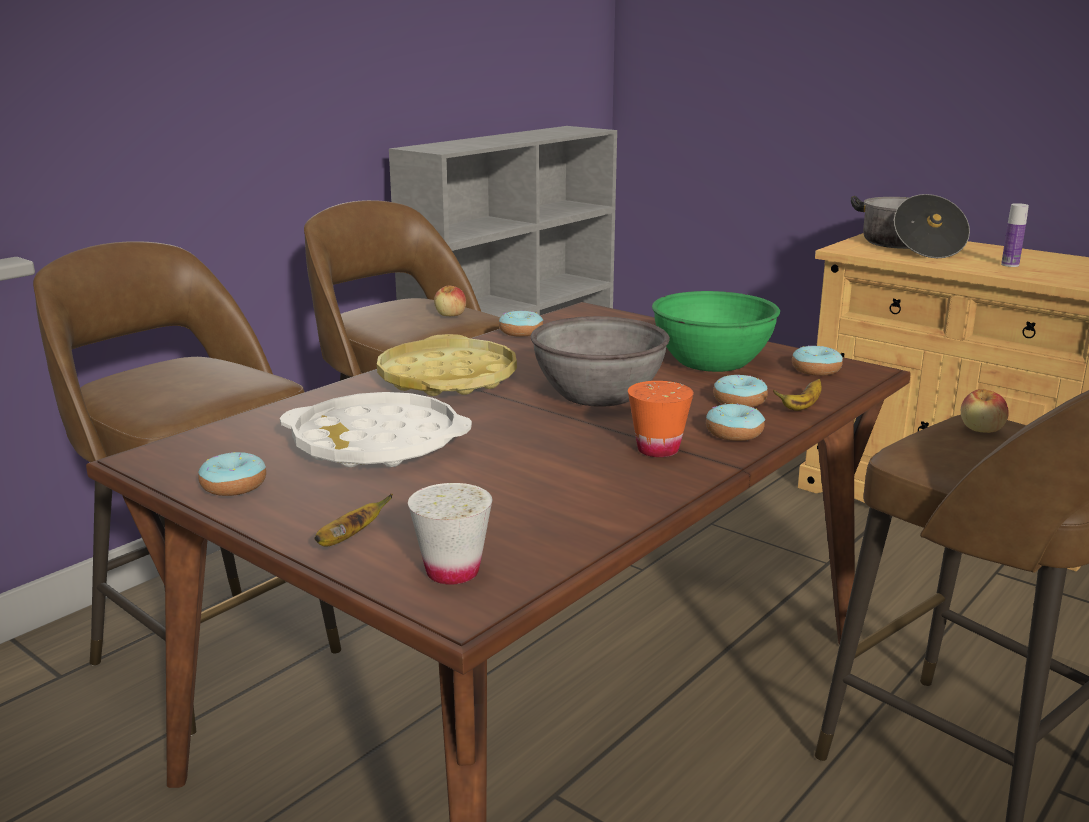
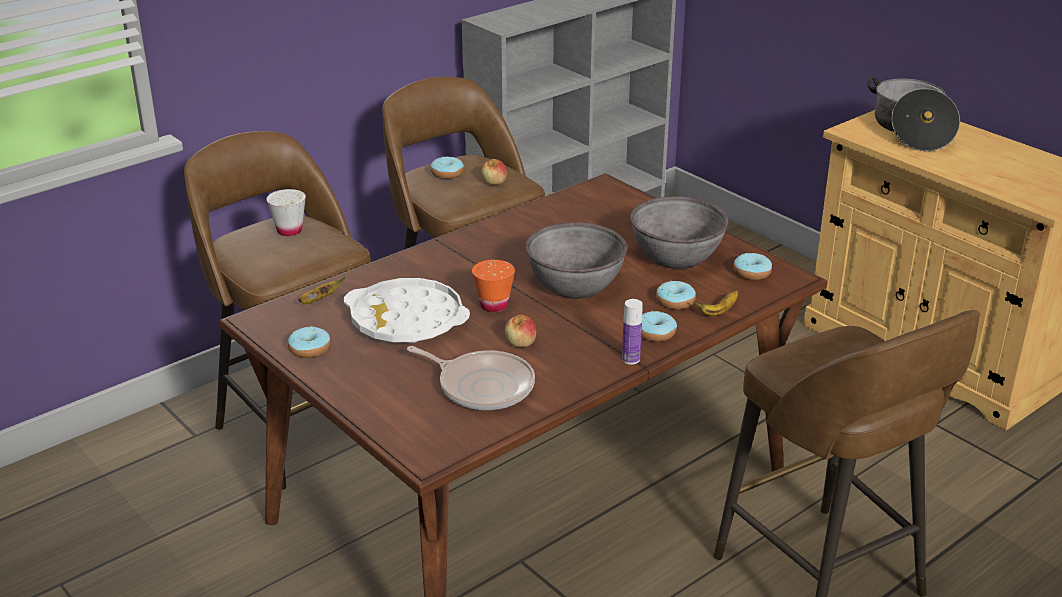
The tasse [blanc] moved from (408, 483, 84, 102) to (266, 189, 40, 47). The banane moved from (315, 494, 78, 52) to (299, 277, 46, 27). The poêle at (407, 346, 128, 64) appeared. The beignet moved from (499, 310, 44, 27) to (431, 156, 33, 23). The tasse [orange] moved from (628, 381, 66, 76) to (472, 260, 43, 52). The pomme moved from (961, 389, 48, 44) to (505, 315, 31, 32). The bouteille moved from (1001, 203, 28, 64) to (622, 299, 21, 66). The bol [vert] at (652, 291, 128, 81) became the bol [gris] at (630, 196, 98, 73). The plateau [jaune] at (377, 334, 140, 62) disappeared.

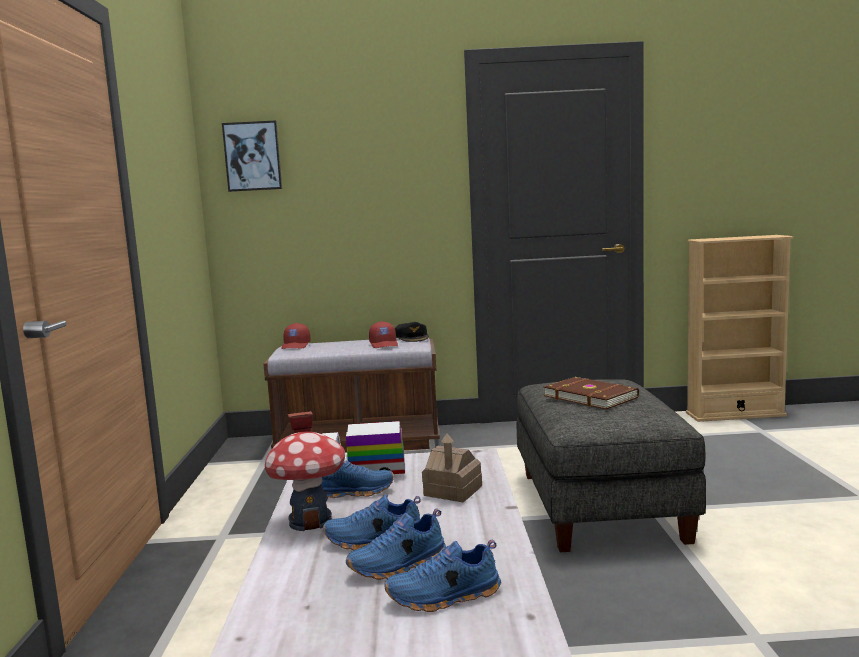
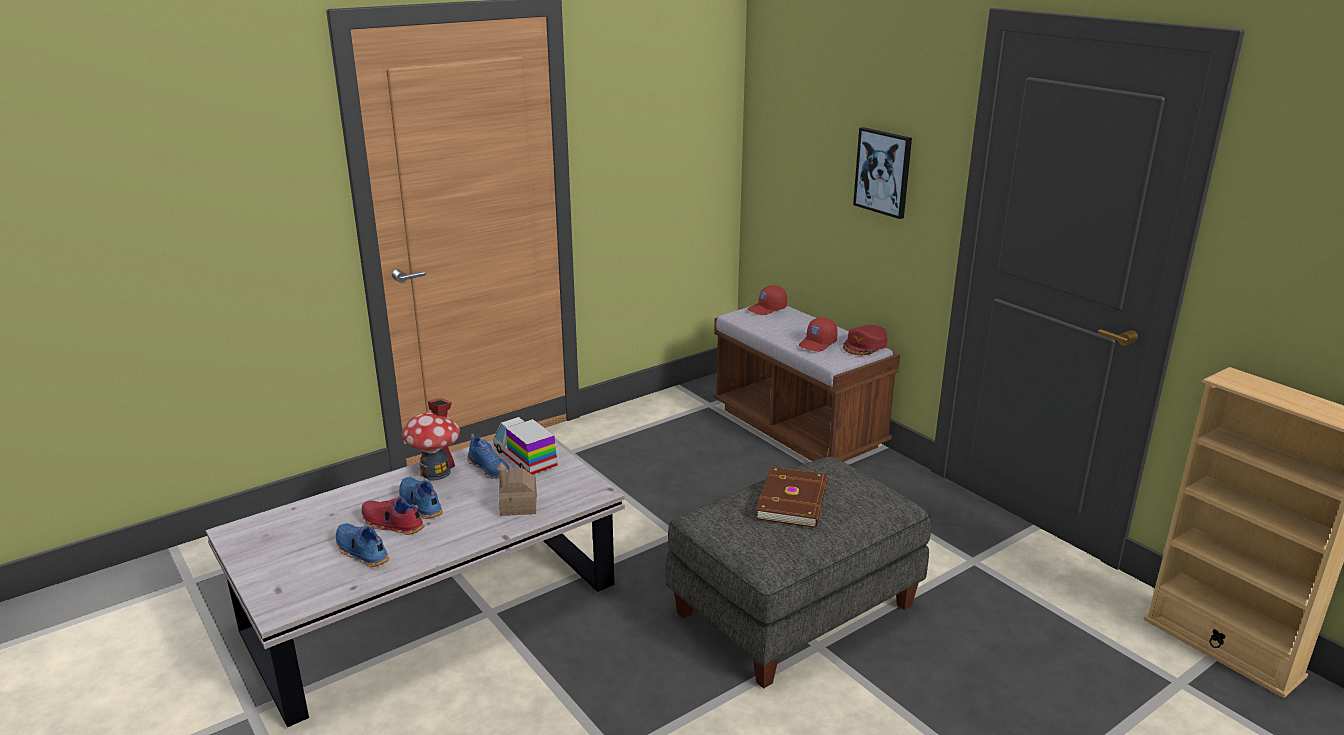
The chaussure [bleu] at (346, 509, 100, 71) became the chaussure [rouge] at (362, 497, 62, 38). The casquette [noir] at (395, 322, 34, 20) became the casquette [rouge] at (843, 325, 44, 30). The tableau moved from (222, 120, 60, 72) to (853, 127, 59, 92).

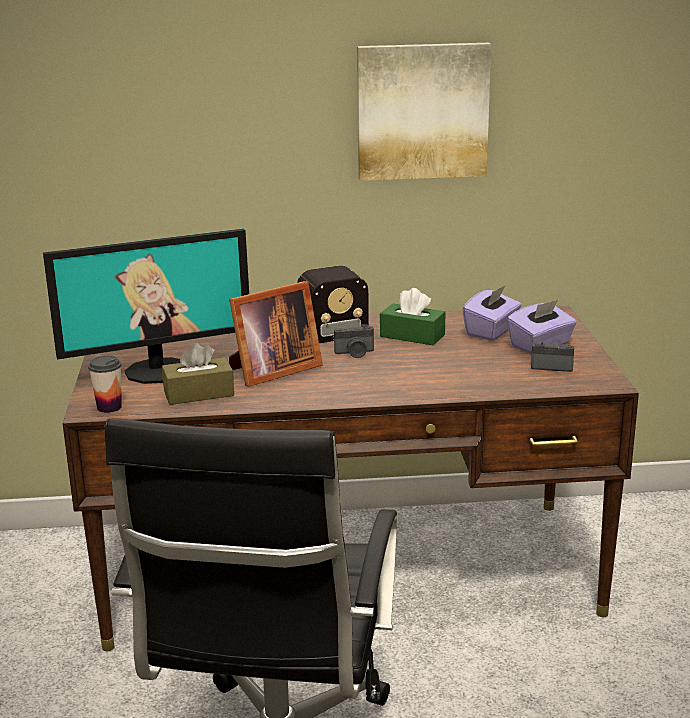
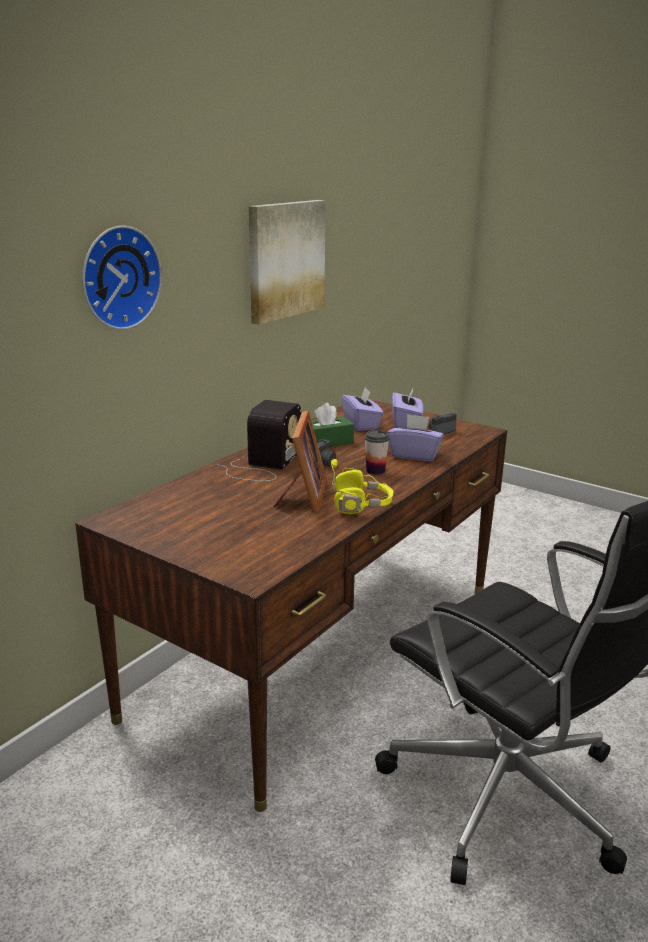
The horloge murale at (82, 226, 80, 104) appeared. The casque audio [jaune] at (331, 459, 63, 55) appeared. The tasse moved from (88, 355, 34, 58) to (364, 430, 26, 45). The boîte à mouchoirs [violet] at (388, 414, 56, 47) appeared. The écran d'ordinateur at (43, 229, 206, 155) disappeared. The boîte à mouchoirs [marron] at (162, 343, 72, 62) disappeared.

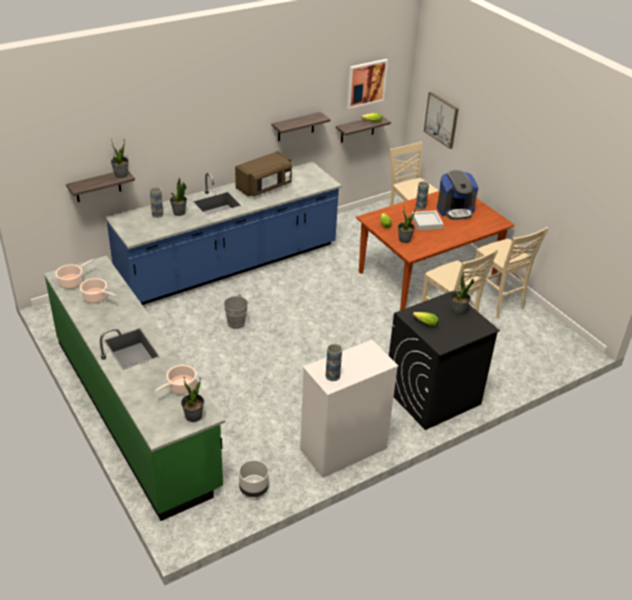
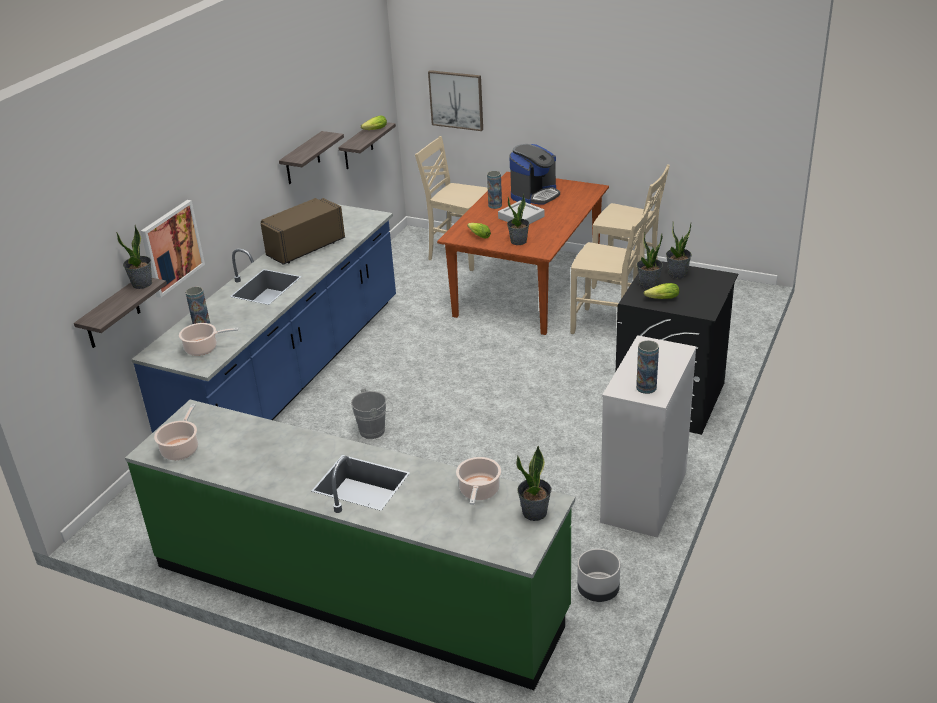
The tableau moved from (347, 59, 41, 50) to (141, 200, 64, 98). The marmite moved from (80, 278, 37, 25) to (179, 323, 60, 33). The micro-ondes [marron] at (235, 151, 57, 46) turned 150 degrees counterclockwise. The plante en pot moved from (170, 177, 17, 39) to (637, 231, 26, 58).

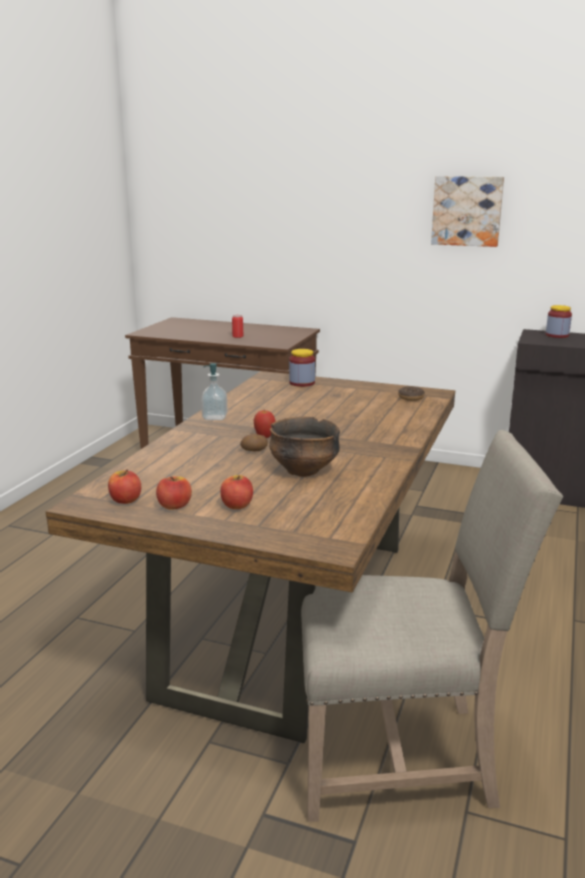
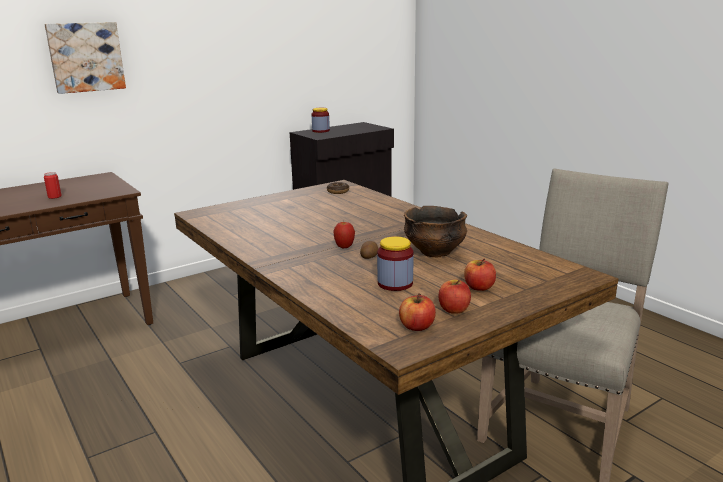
The tableau moved from (431, 176, 73, 71) to (45, 22, 81, 72). The bocal moved from (289, 349, 26, 38) to (377, 236, 37, 55). The distributeur de savon at (201, 363, 26, 57) disappeared.

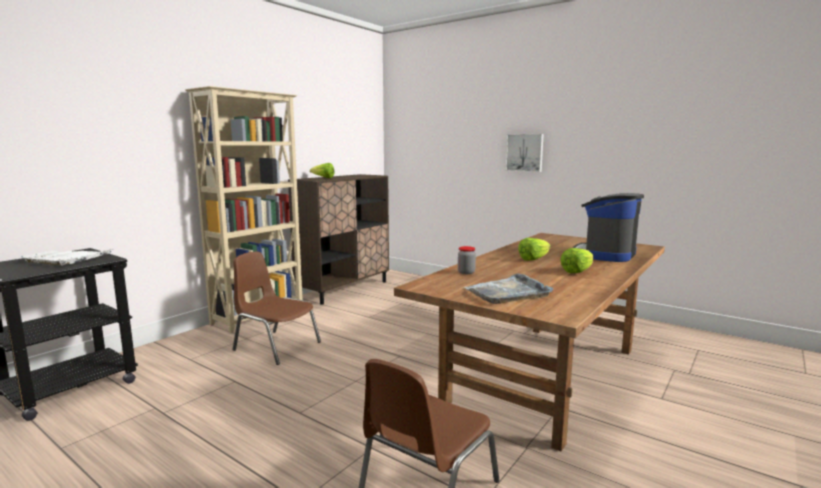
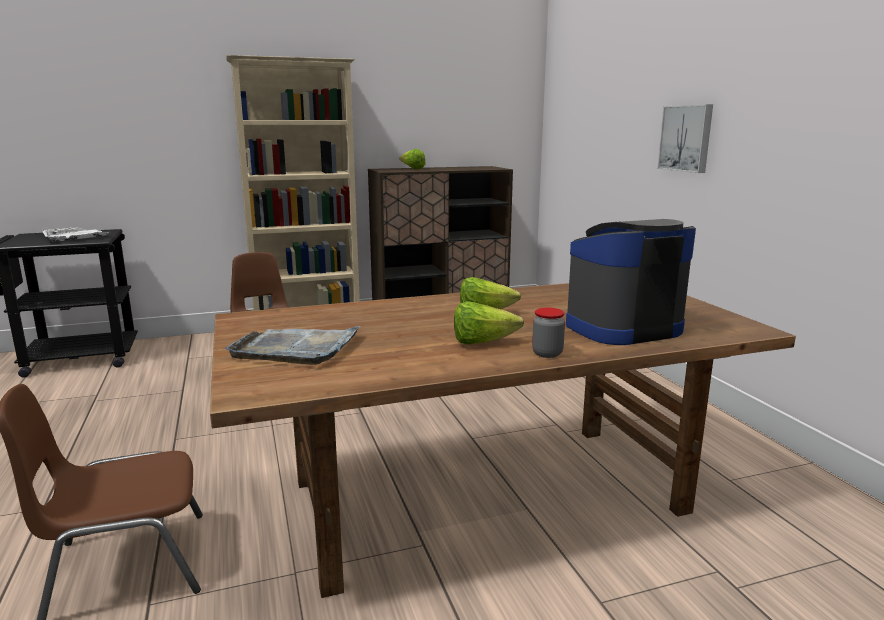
The bocal moved from (458, 246, 18, 28) to (532, 307, 33, 51).

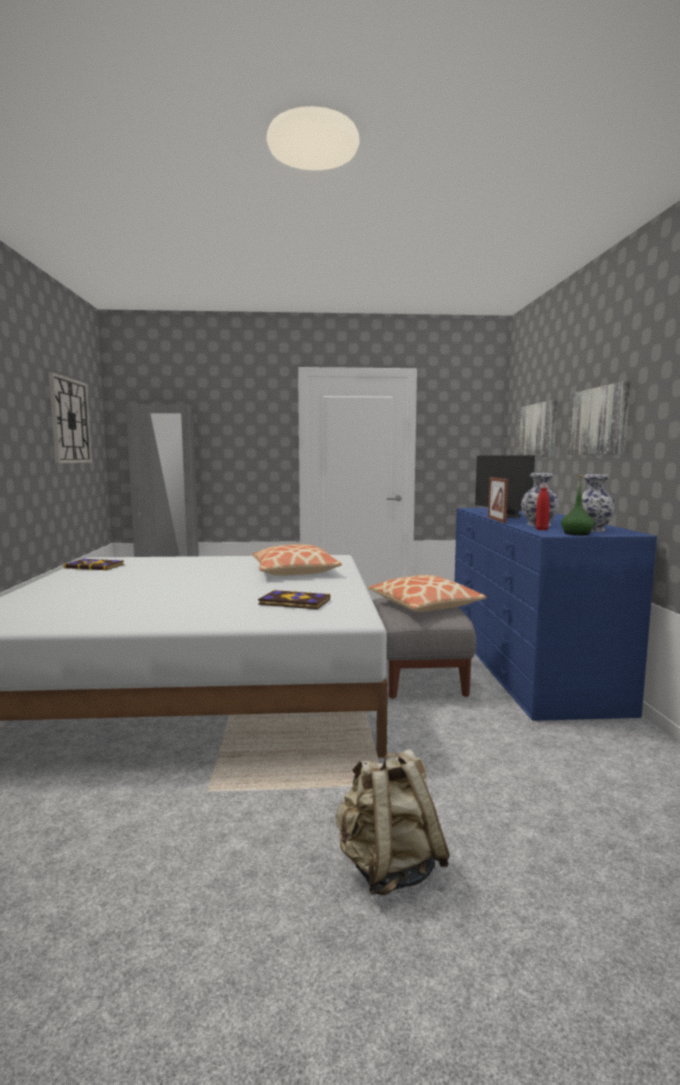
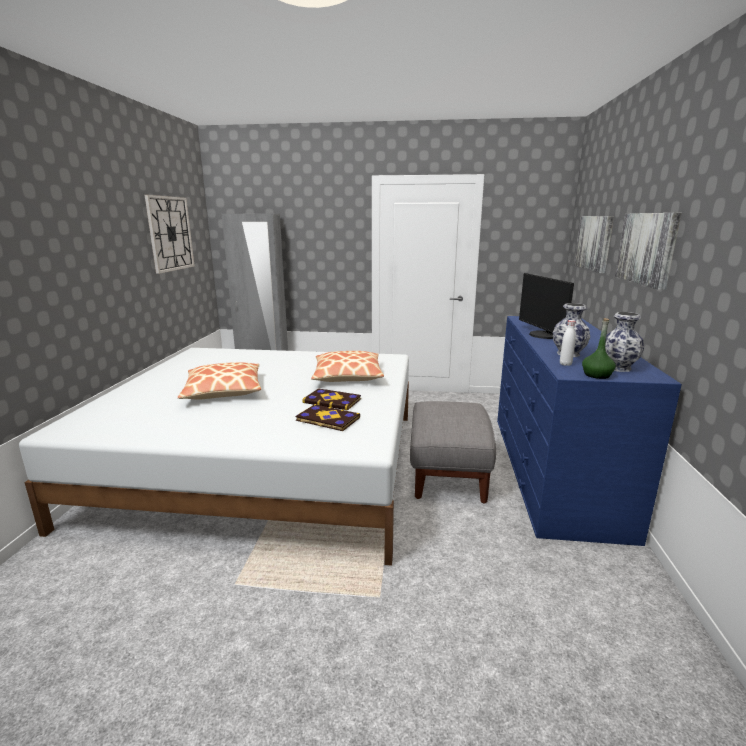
The coussin moved from (368, 575, 119, 37) to (178, 362, 83, 37). The livre moved from (63, 558, 61, 12) to (303, 388, 58, 22). The bouteille [rouge] at (535, 483, 15, 47) became the bouteille [blanc] at (560, 320, 16, 46). The sac à dos [beige] at (335, 749, 115, 146) disappeared. The cadre photo at (488, 477, 20, 46) disappeared.

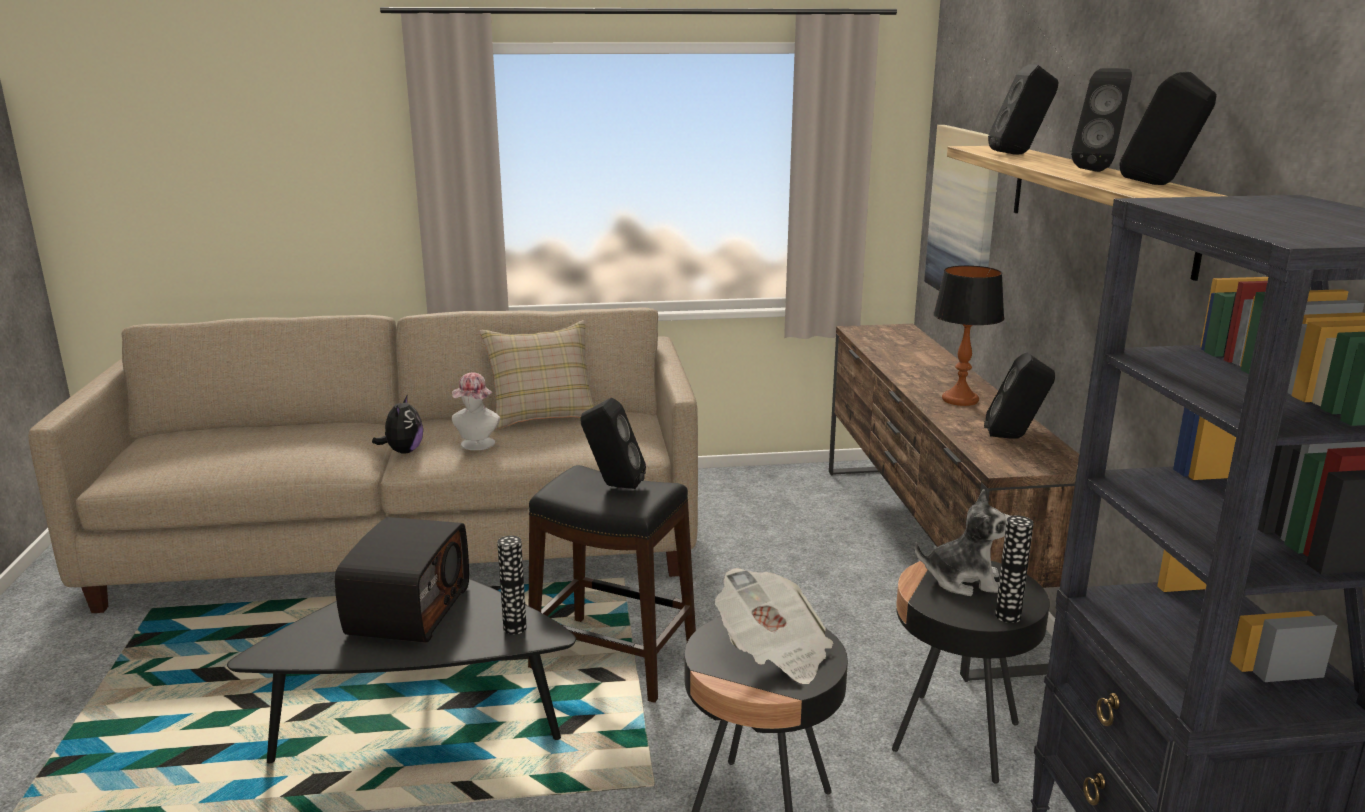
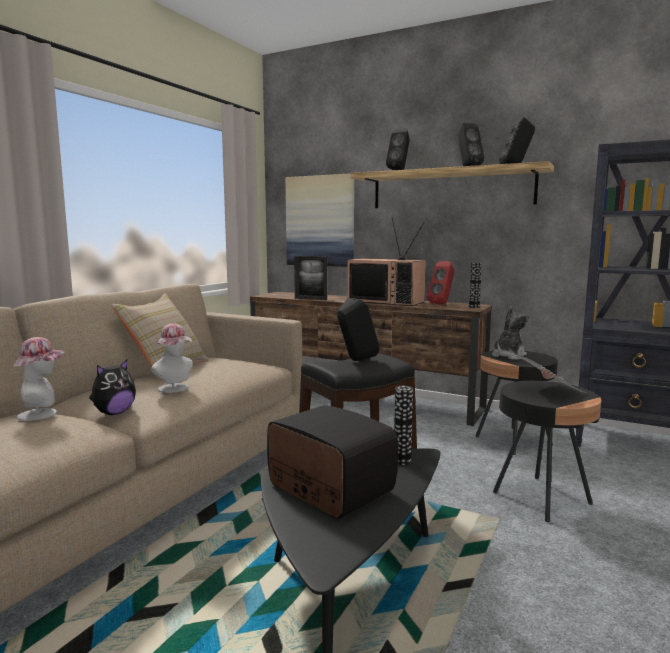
The chapeau at (13, 337, 52, 84) appeared. The peluche at (372, 395, 51, 59) turned 90 degrees clockwise. The cadre photo at (294, 256, 33, 44) appeared. The lampe de table at (933, 265, 71, 141) was replaced by the téléviseur at (347, 218, 79, 88). The enceinte [noir] at (984, 353, 71, 85) became the enceinte [rouge] at (427, 261, 28, 44). The vase moved from (995, 516, 39, 107) to (469, 262, 13, 46).

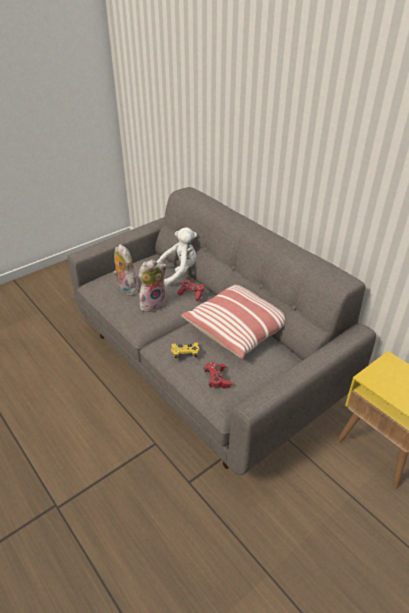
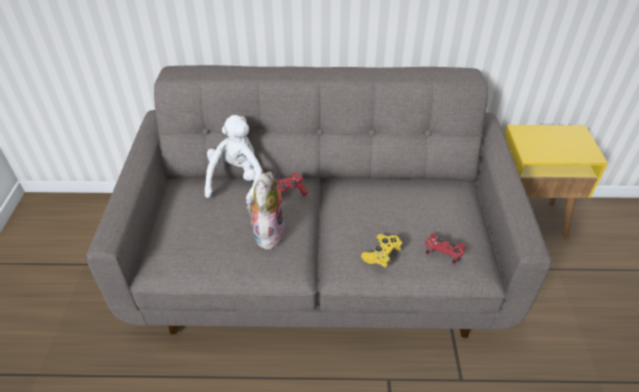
The peluche at (113, 244, 26, 52) disappeared. The coussin at (181, 285, 104, 73) disappeared.

